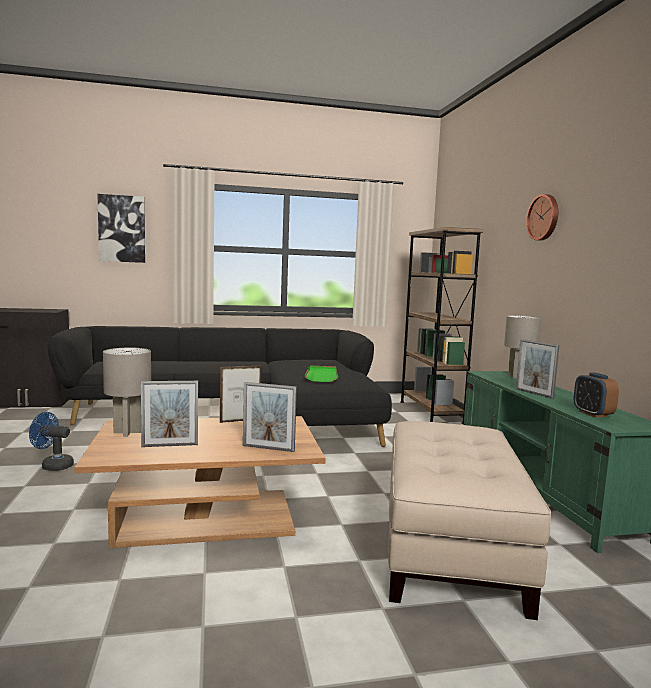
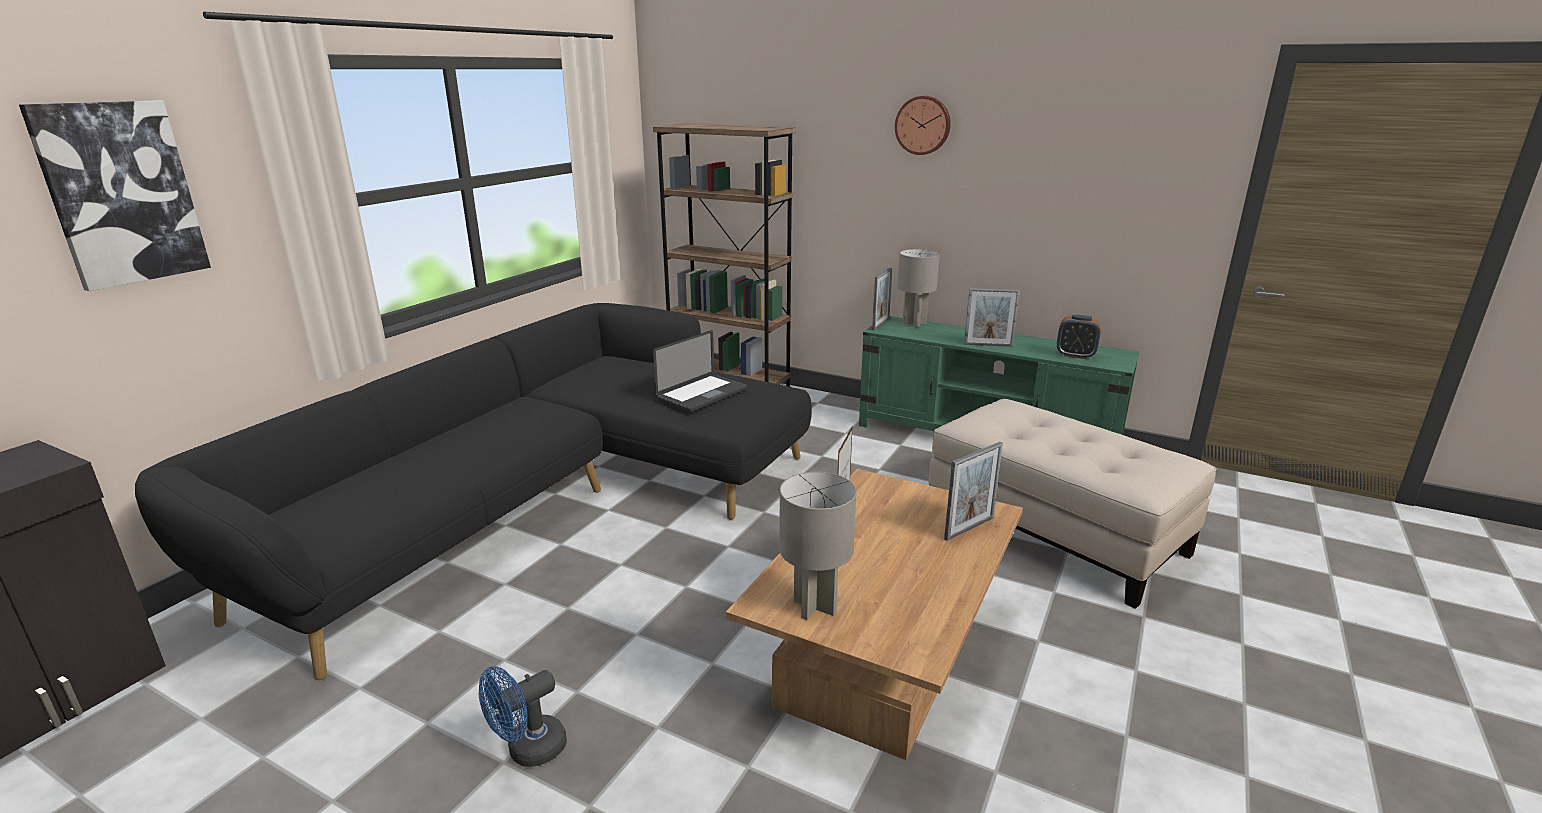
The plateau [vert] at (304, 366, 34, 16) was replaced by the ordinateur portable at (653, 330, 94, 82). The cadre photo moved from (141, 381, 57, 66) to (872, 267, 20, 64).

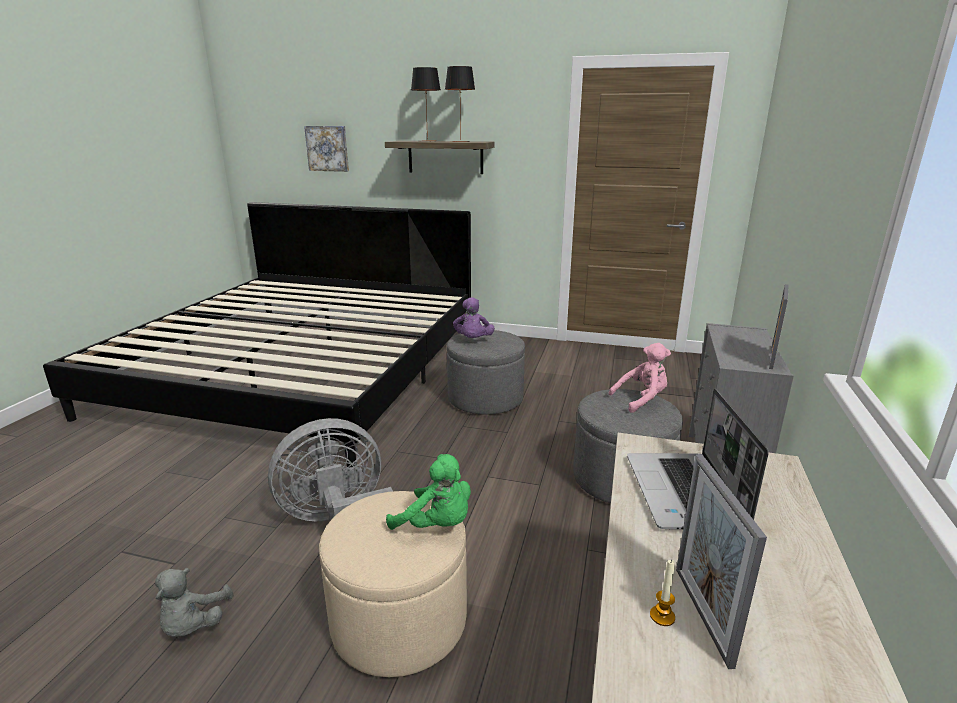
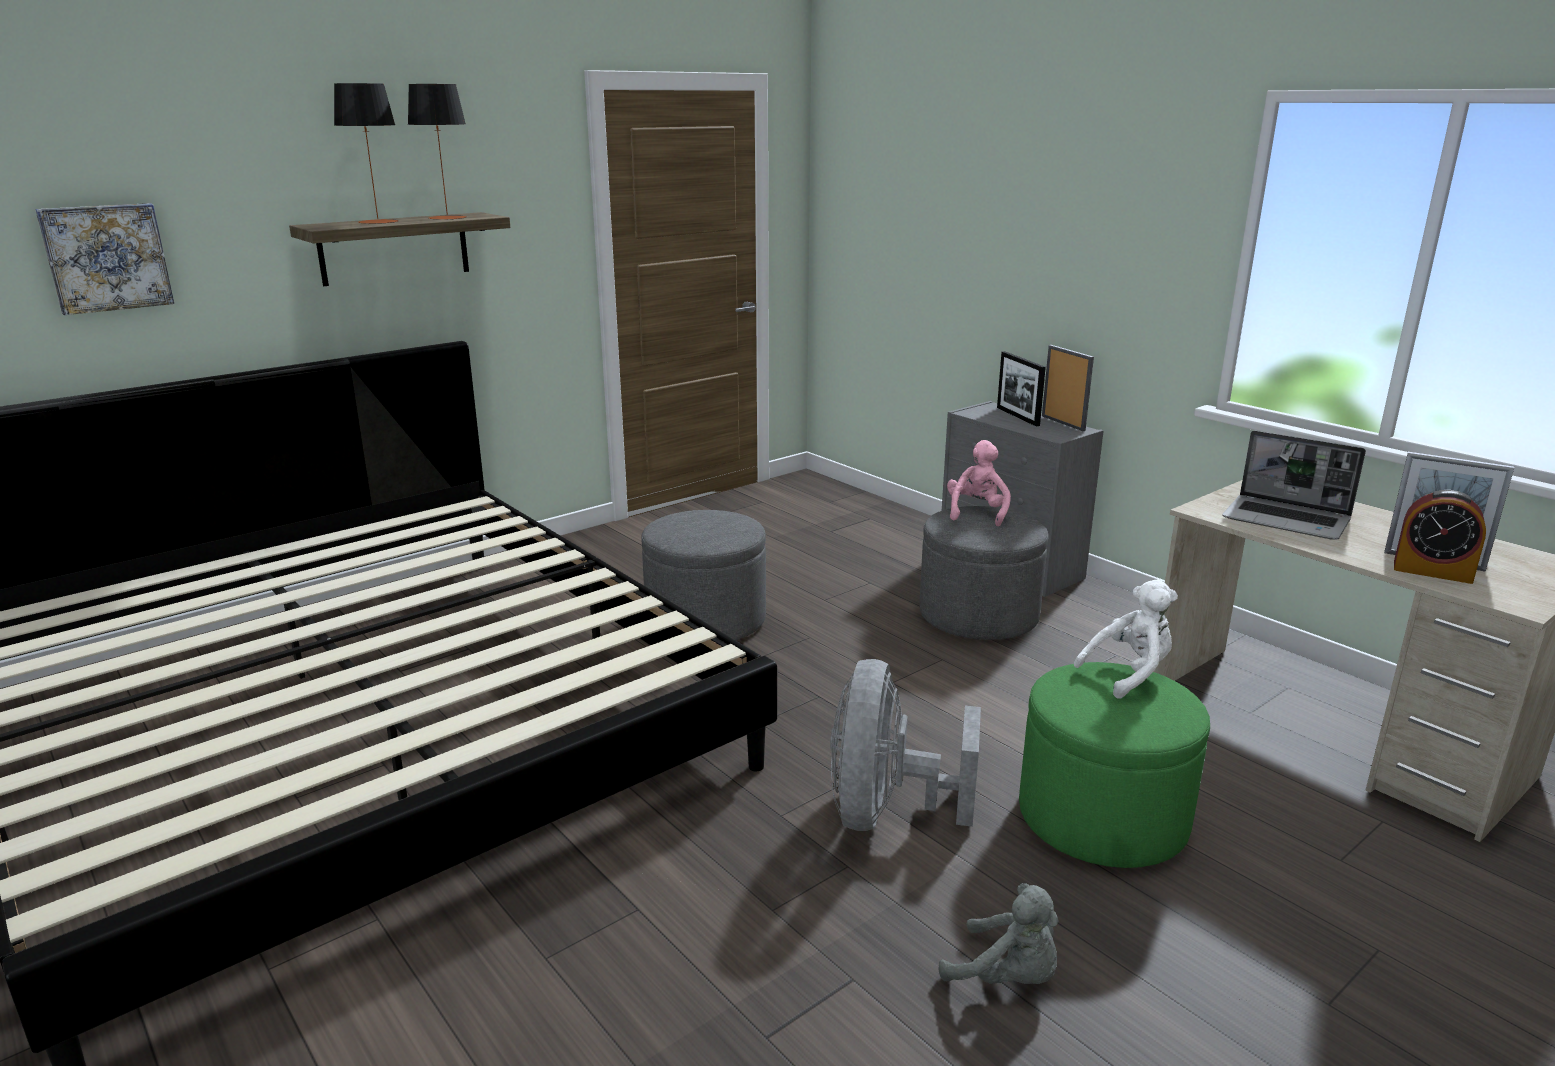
The cadre photo at (997, 351, 49, 75) appeared. The pouf [beige] at (319, 491, 148, 186) became the pouf [vert] at (1019, 662, 191, 206). The peluche [vert] at (386, 454, 85, 76) became the peluche [blanc] at (1074, 580, 104, 119). The bougie at (650, 560, 25, 66) was replaced by the réveil at (1394, 490, 92, 94). The peluche [violet] at (453, 297, 42, 41) disappeared.

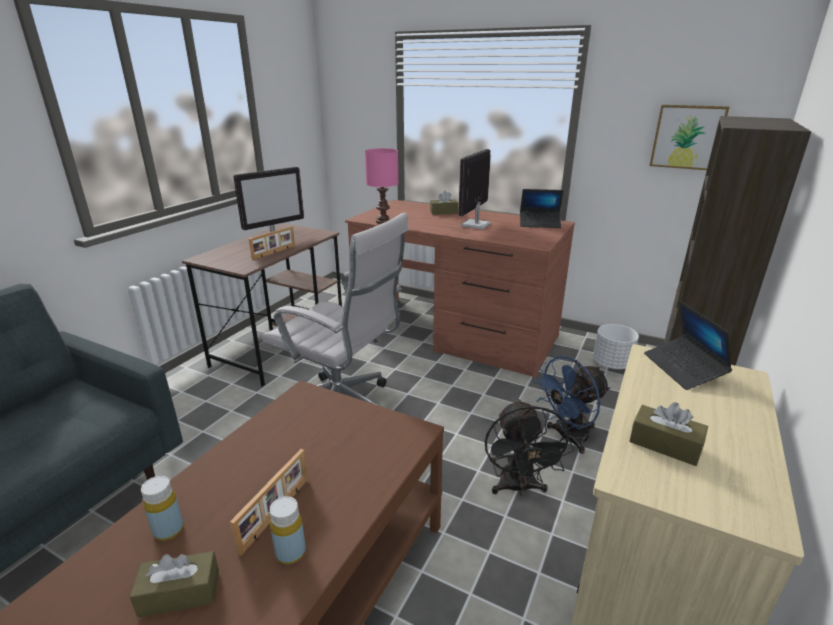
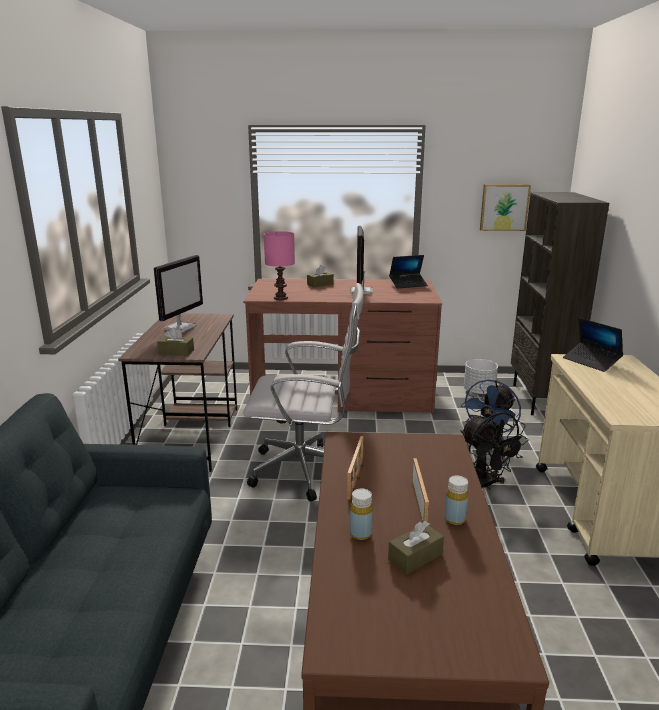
The boîte à mouchoirs [marron] moved from (629, 402, 79, 64) to (157, 327, 37, 29). The cadre photo moved from (249, 226, 46, 34) to (347, 436, 17, 64).

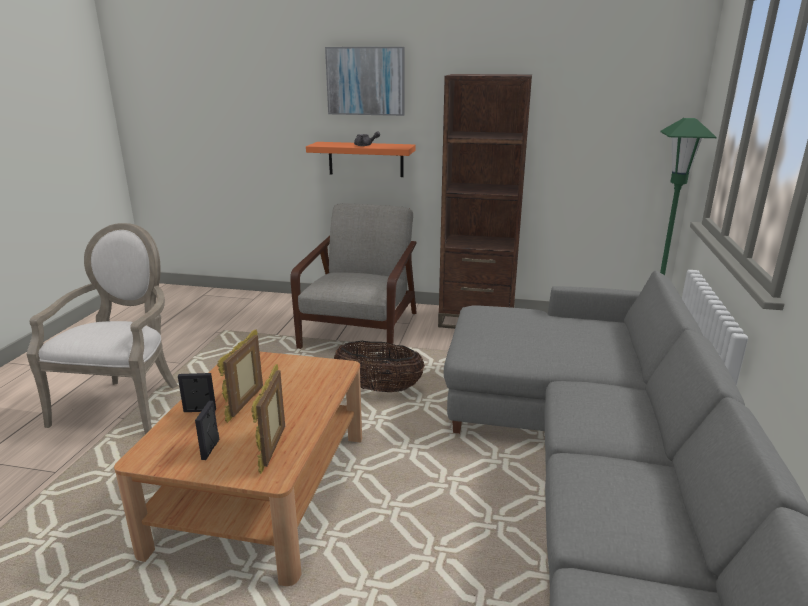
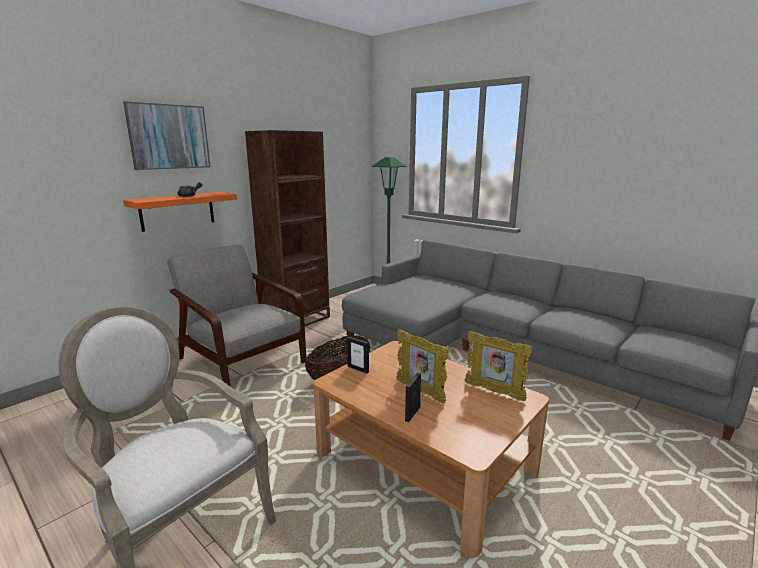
The cadre photo moved from (195, 401, 24, 59) to (347, 336, 22, 37).

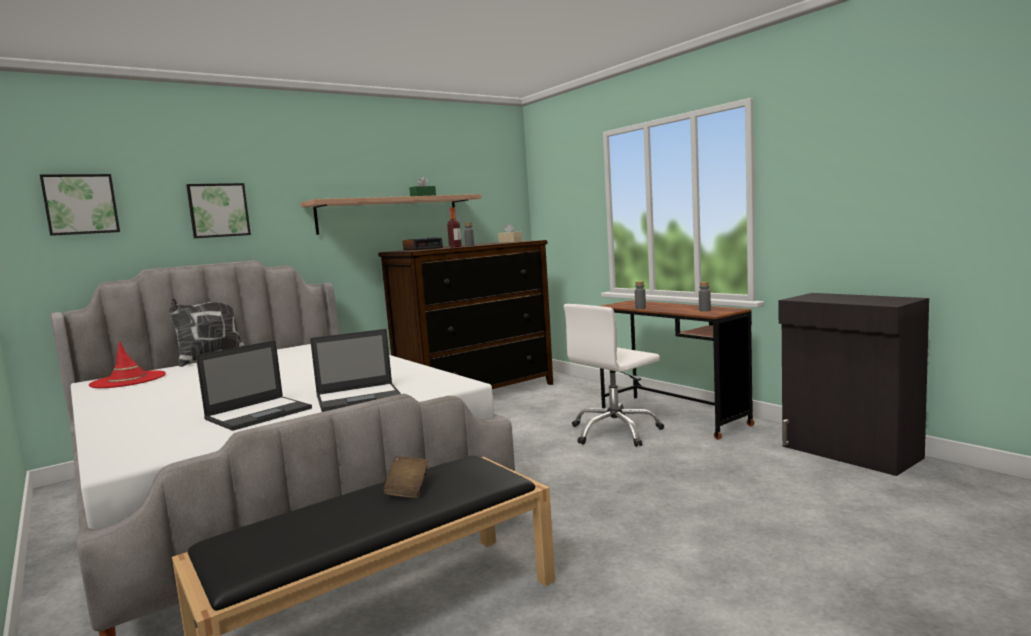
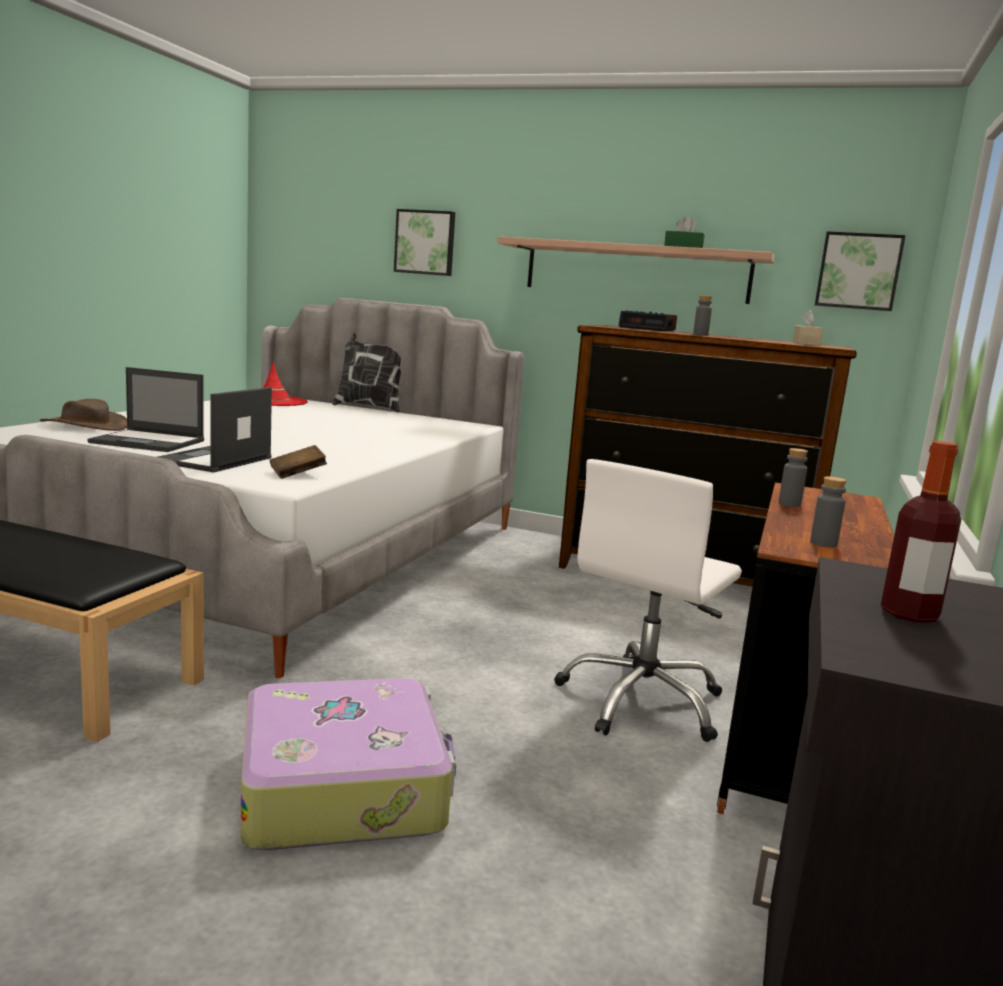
The chapeau [marron] at (40, 399, 87, 32) appeared. The ordinateur portable at (310, 329, 91, 83) turned 75 degrees clockwise. The valise at (241, 678, 216, 172) appeared. The livre [marron] moved from (383, 456, 45, 42) to (270, 445, 57, 34). The chaise de bureau [blanc] at (564, 304, 100, 143) turned 75 degrees counterclockwise. The tableau moved from (40, 174, 80, 62) to (815, 231, 91, 80). The bouteille moved from (447, 208, 15, 39) to (881, 441, 80, 182).

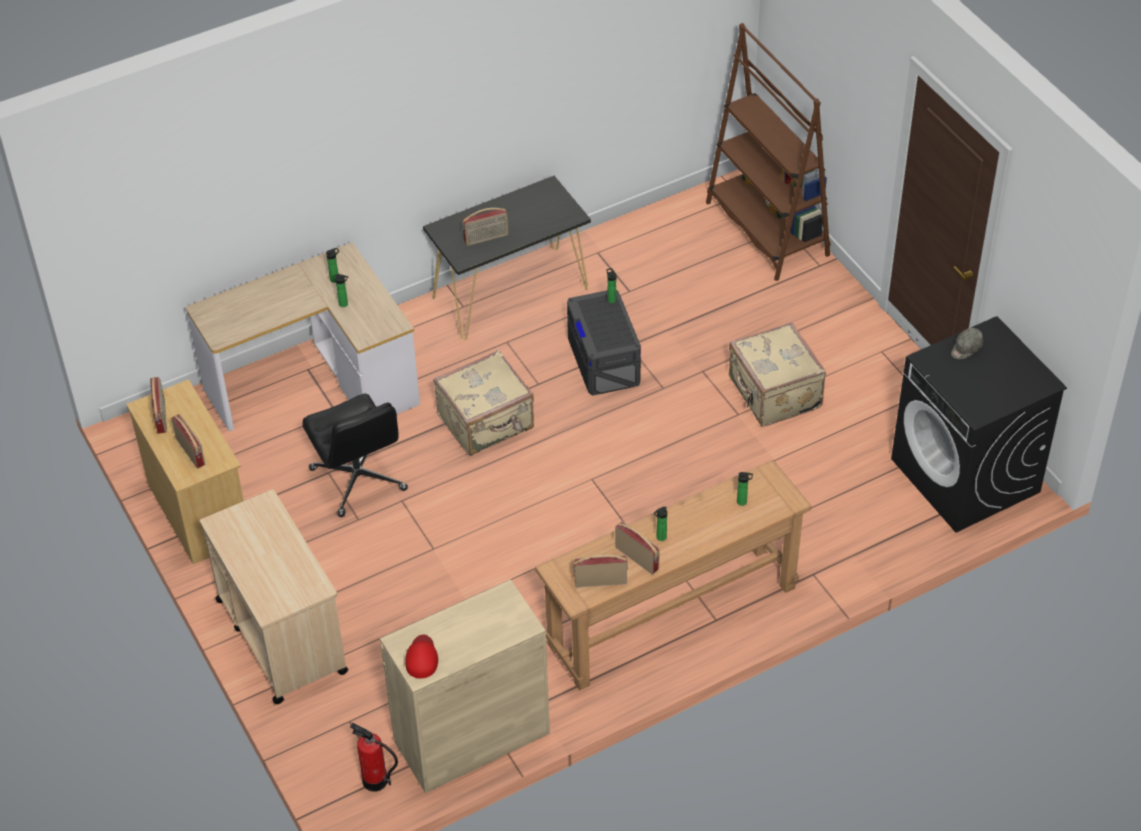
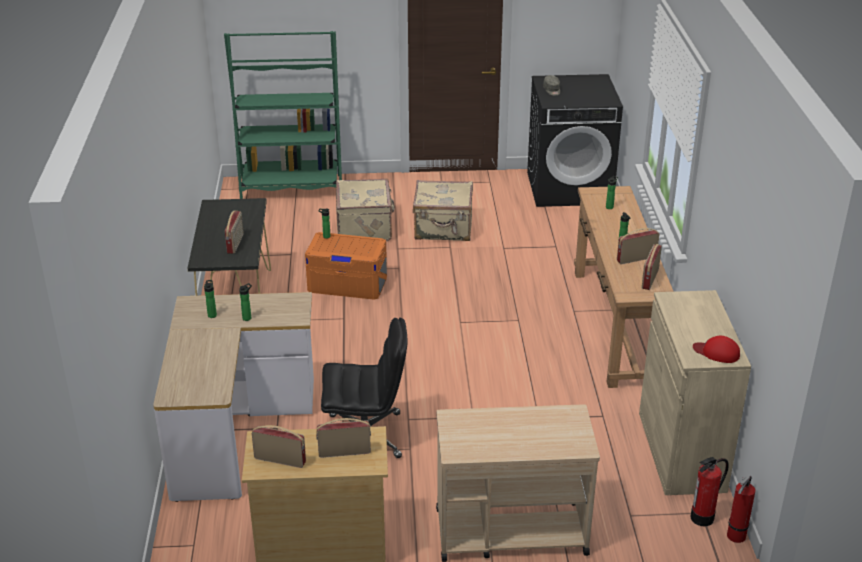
The bibliothèque [marron] at (706, 23, 125, 258) became the bibliothèque [vert] at (224, 31, 118, 168). The boîte de rangement [gris] at (567, 290, 74, 106) became the boîte de rangement [orange] at (305, 232, 82, 68). The valise [beige] moved from (433, 350, 101, 106) to (336, 179, 59, 62). The extincteur at (727, 476, 29, 67) appeared.

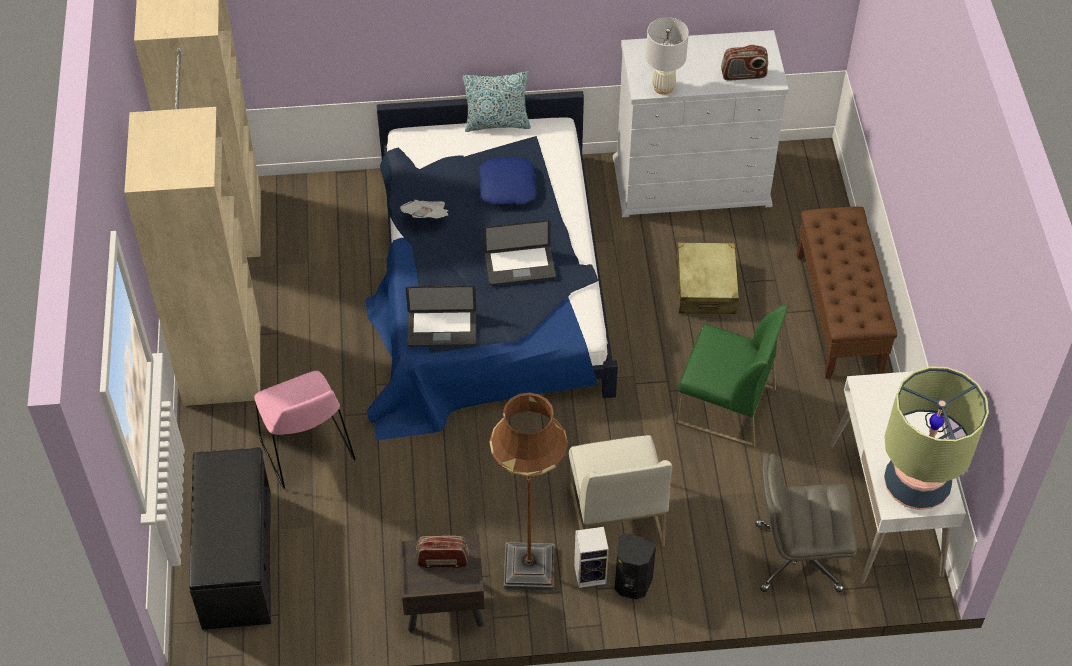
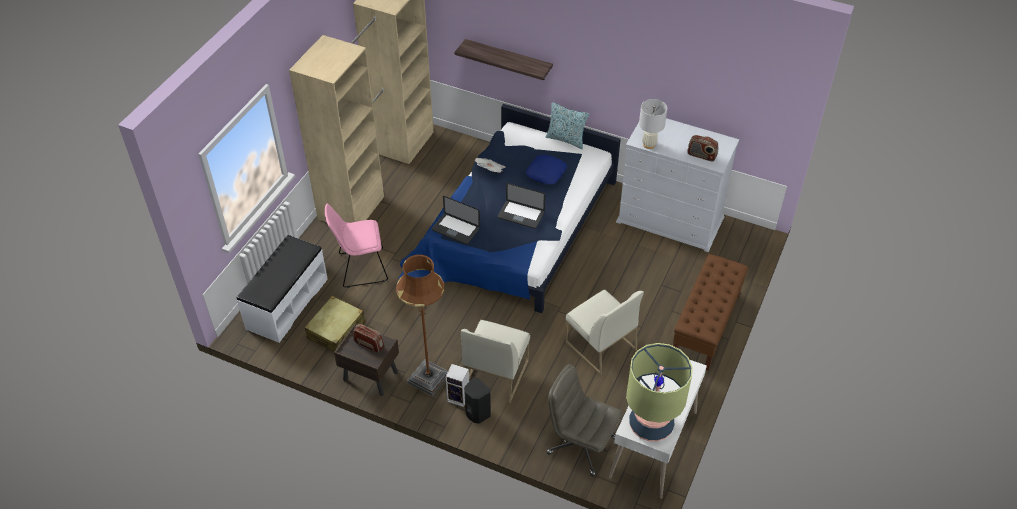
The banc [noir] at (189, 447, 82, 183) became the banc [blanc] at (236, 235, 92, 108). The valise [beige] moved from (676, 242, 64, 72) to (305, 296, 60, 56). The chaise [rose] at (254, 371, 101, 118) turned 75 degrees clockwise. The étagère at (455, 39, 98, 41) appeared. The chaise [vert] at (676, 305, 113, 143) became the chaise [blanc] at (565, 290, 79, 85).

